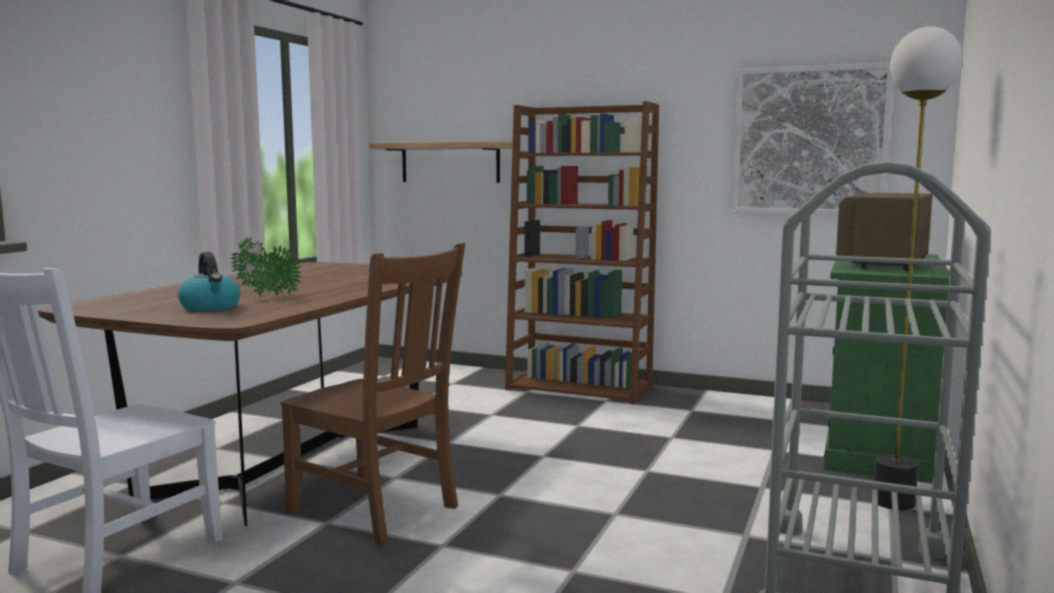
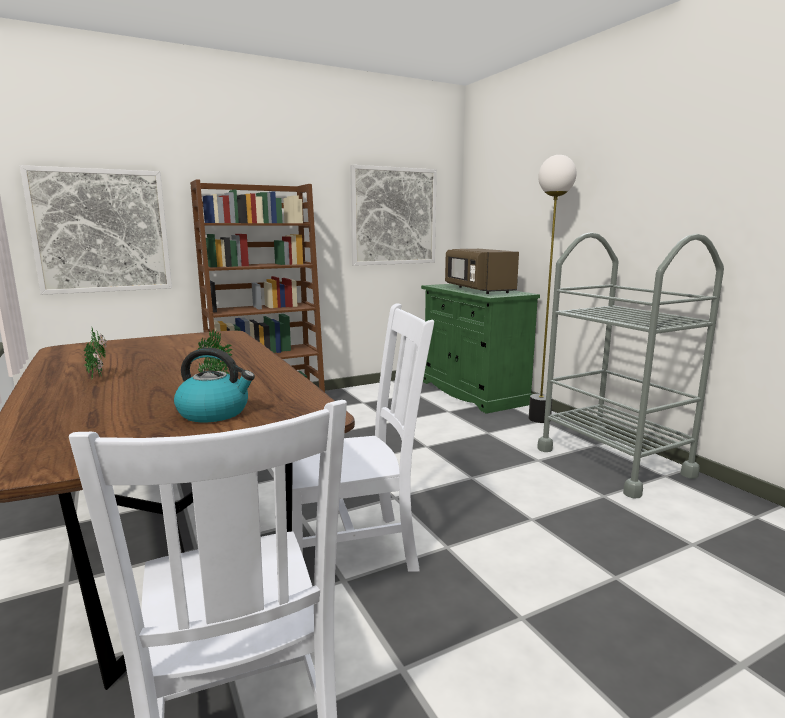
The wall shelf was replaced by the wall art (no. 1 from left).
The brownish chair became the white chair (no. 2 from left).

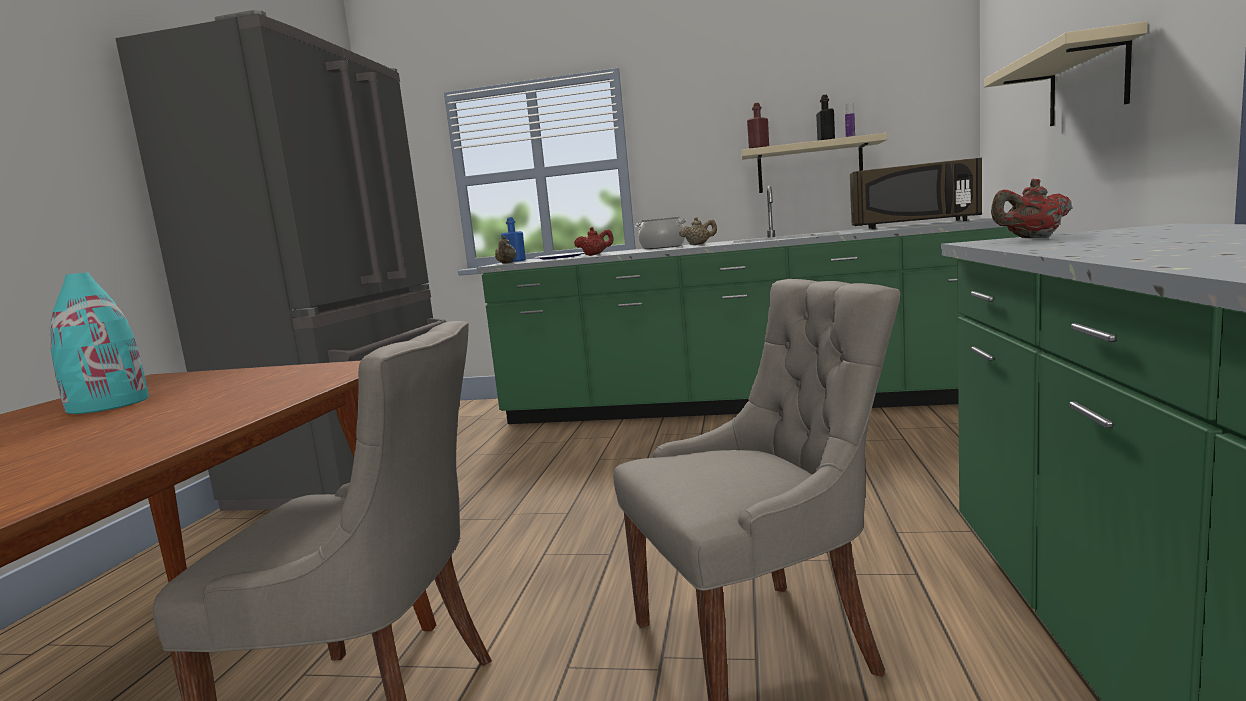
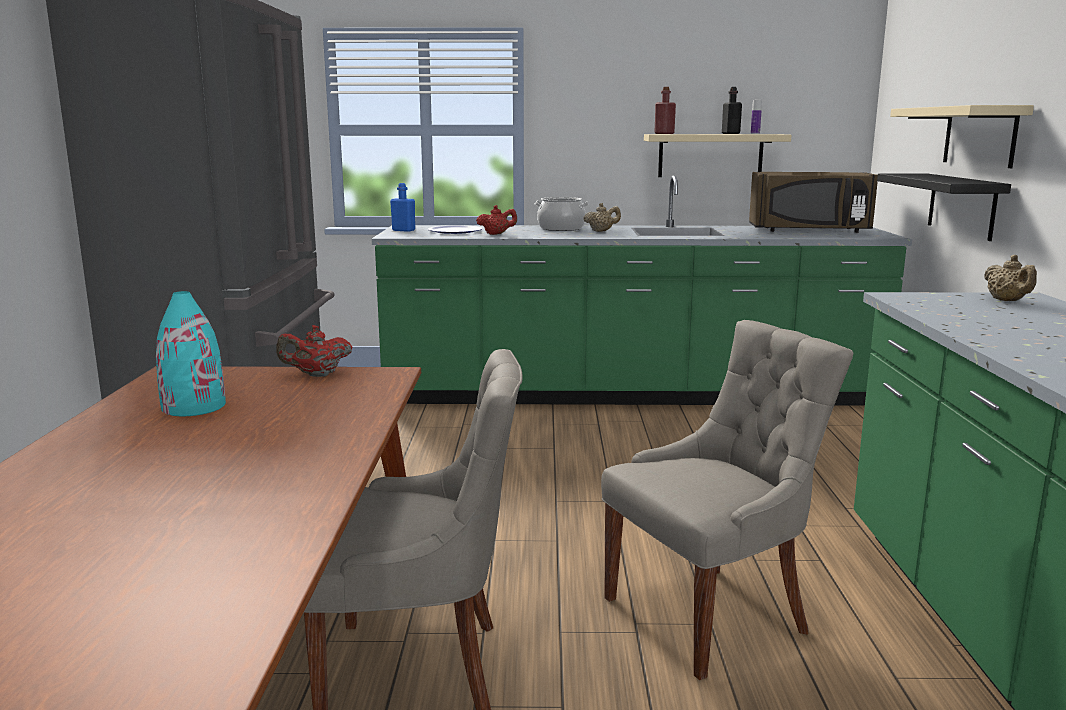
The red tea pot (no. 2 from left in the first image) moved.
The beige tea pot (no. 1 from left in the first image) moved.
The blackish wall shelf appeared.

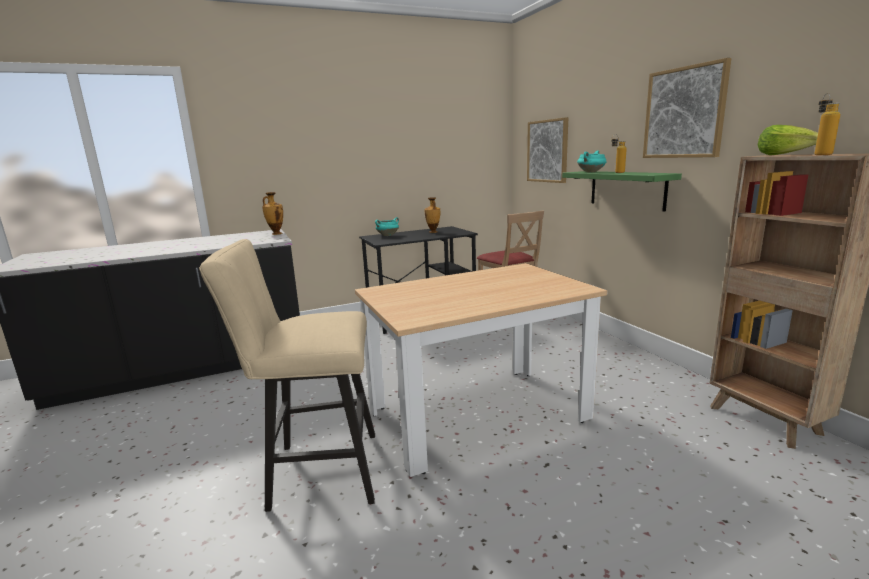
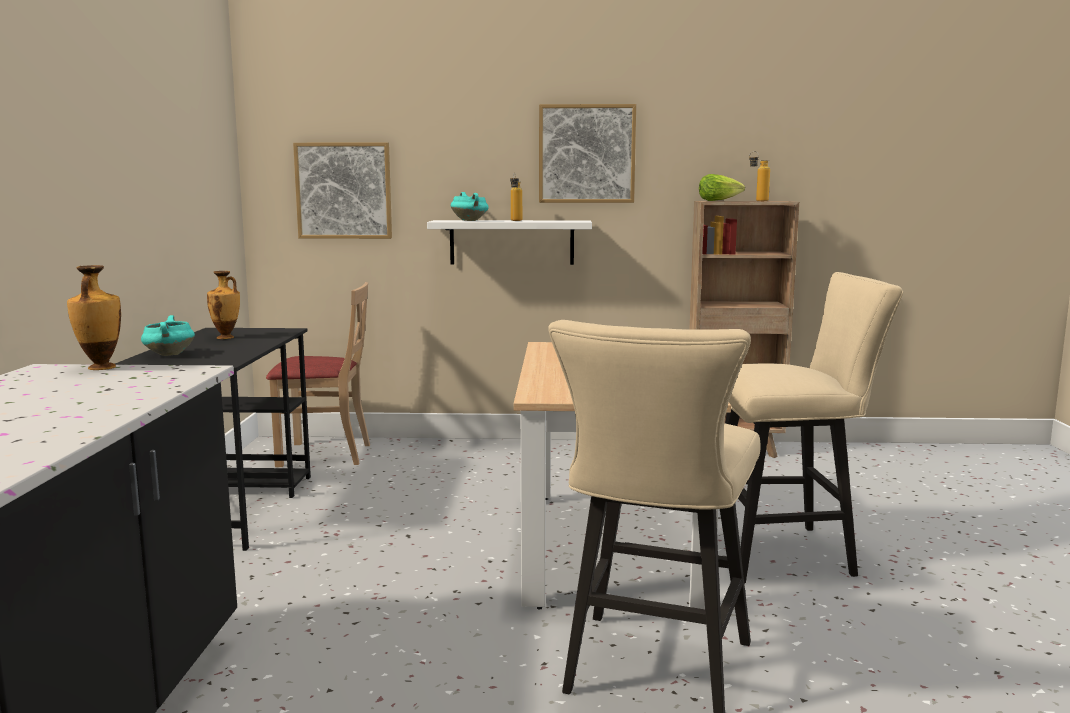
The green-coloured wall shelf became the white wall shelf.
The beige stool seat (no. 2 from left) appeared.

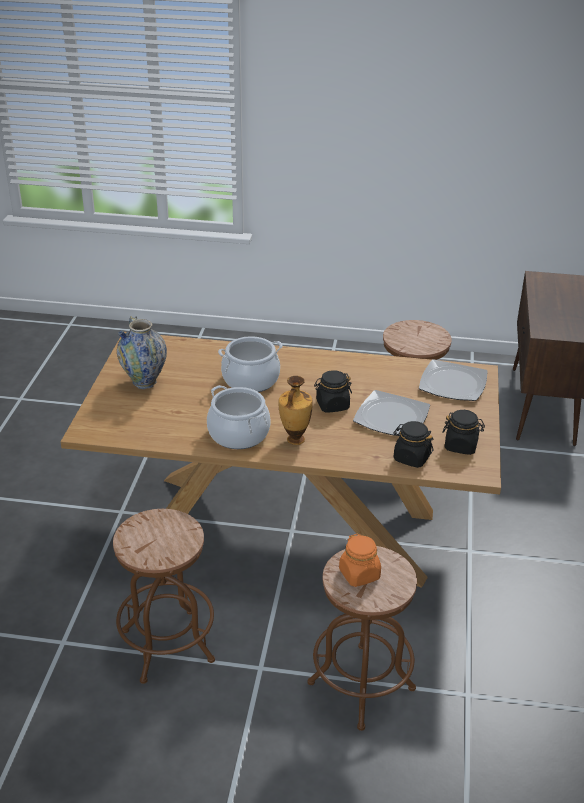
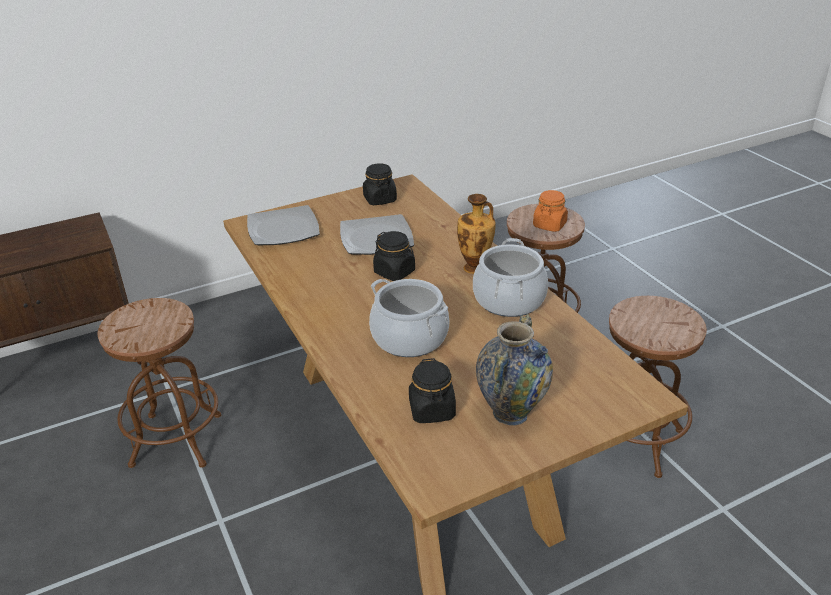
The blackish preserve jar (no. 2 from left in the first image) moved.

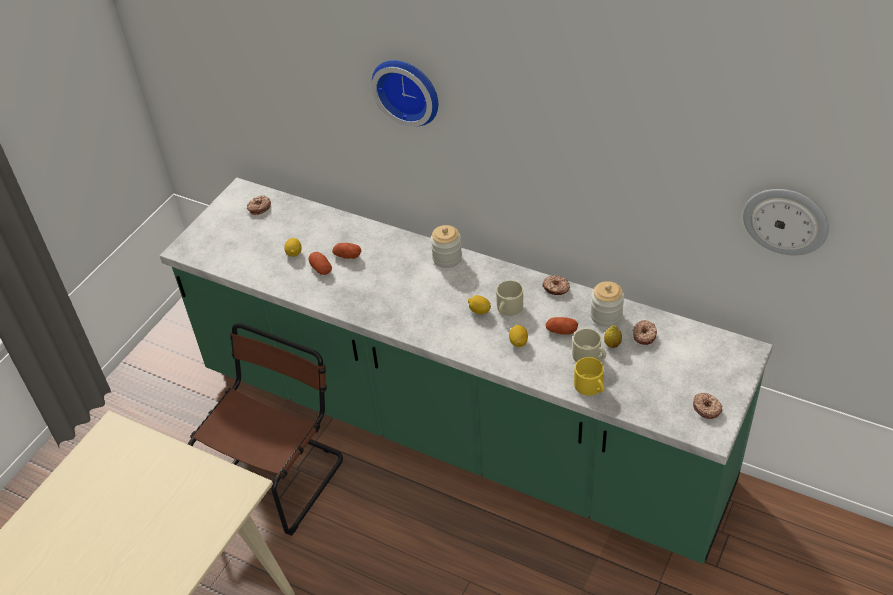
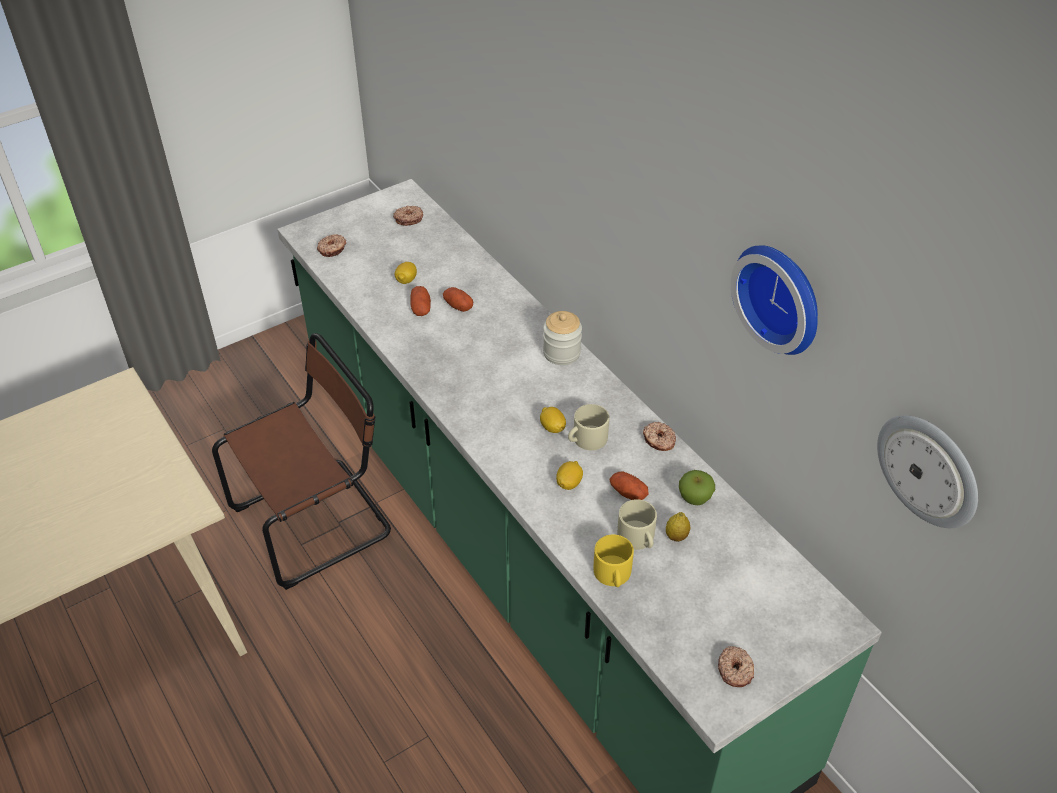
The wall clock (no. 1 from left) moved.
The preserve jar (no. 2 from left) was replaced by the whole apple.
The donut (no. 3 from left in the first image) moved.

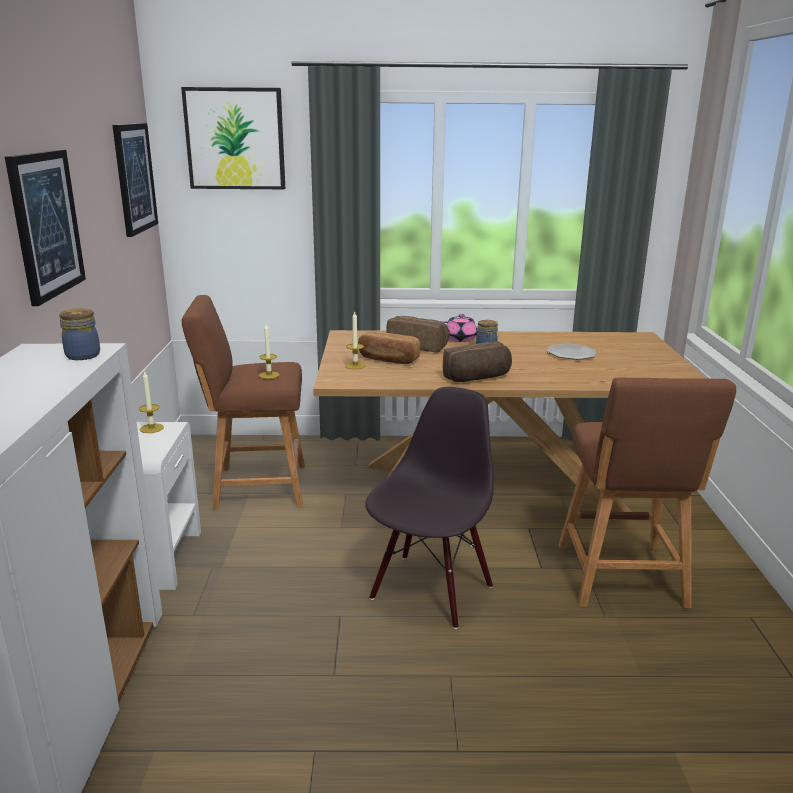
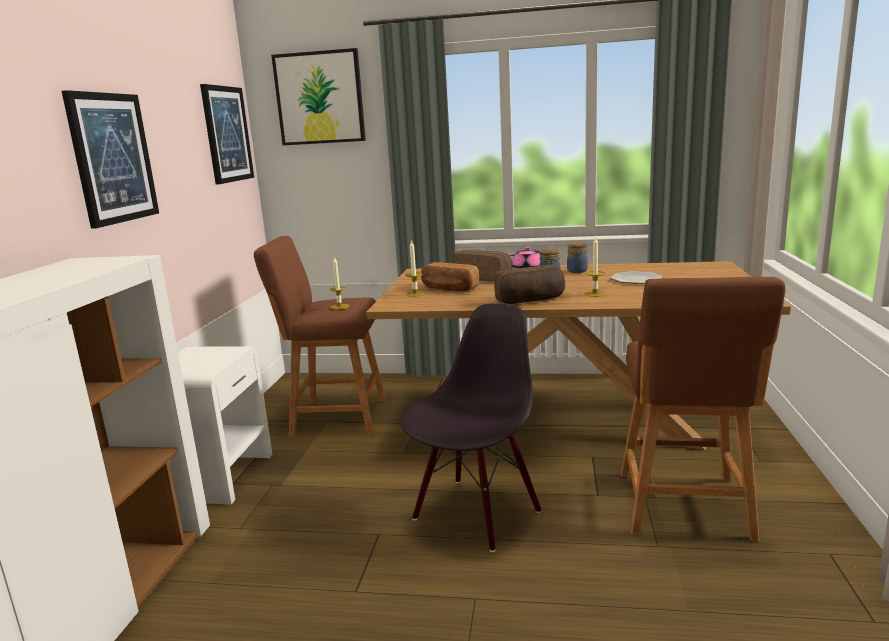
The preserve jar (no. 1 from left in the first image) moved.
The wax light (no. 1 from left in the first image) moved.

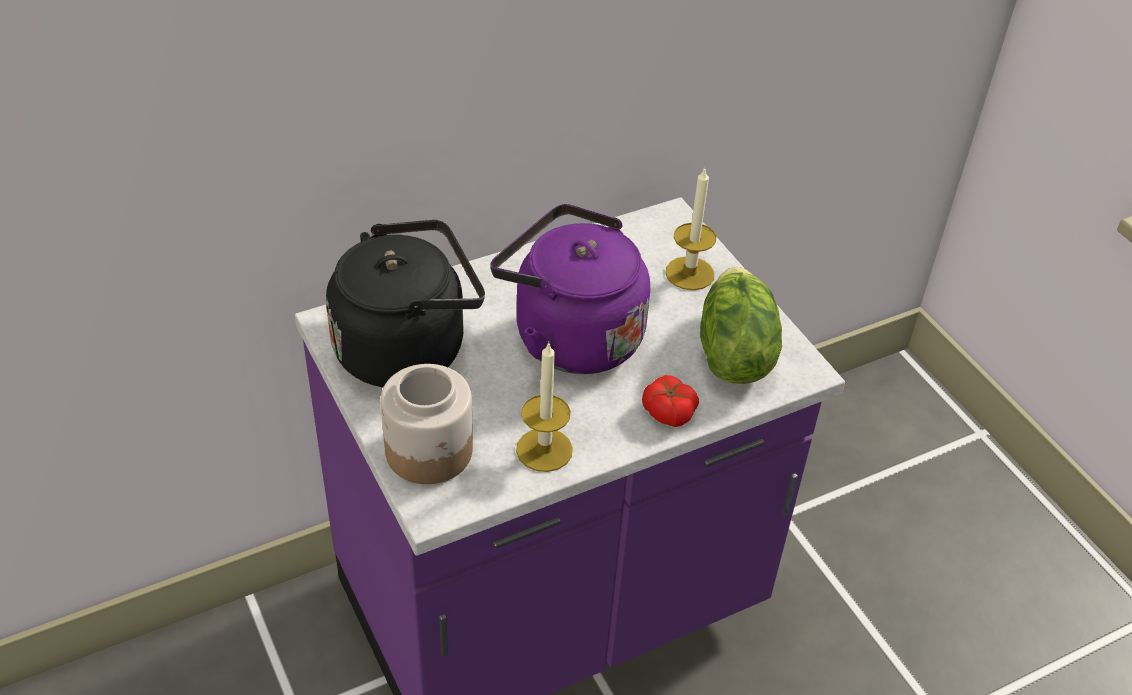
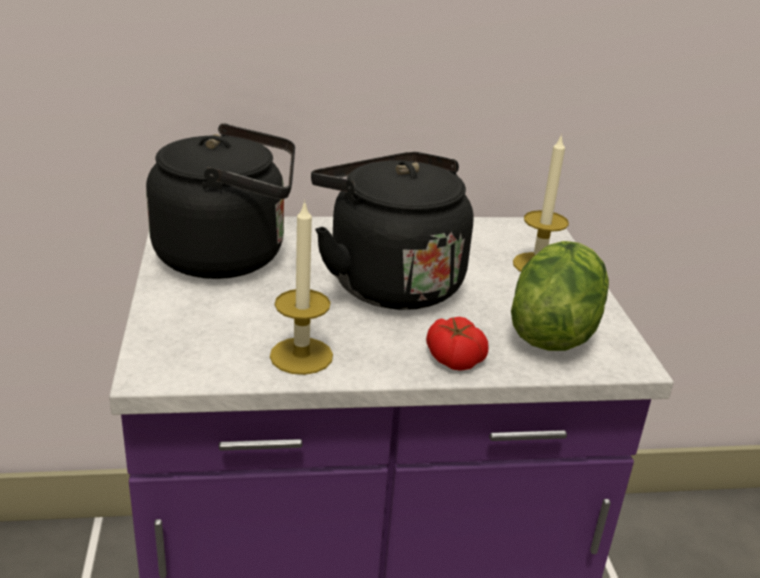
The purple-coloured water kettle became the blackish water kettle (no. 2 from left).
The preserve jar disappeared.

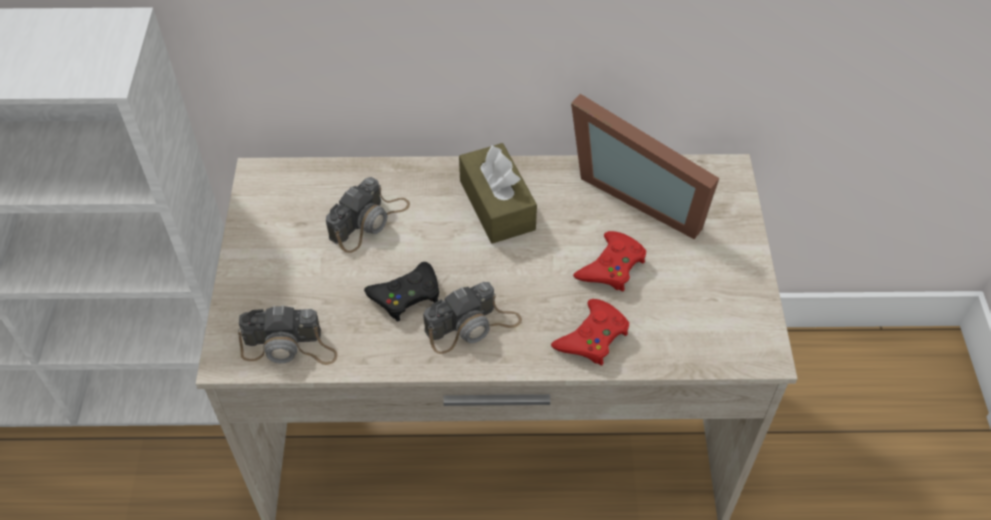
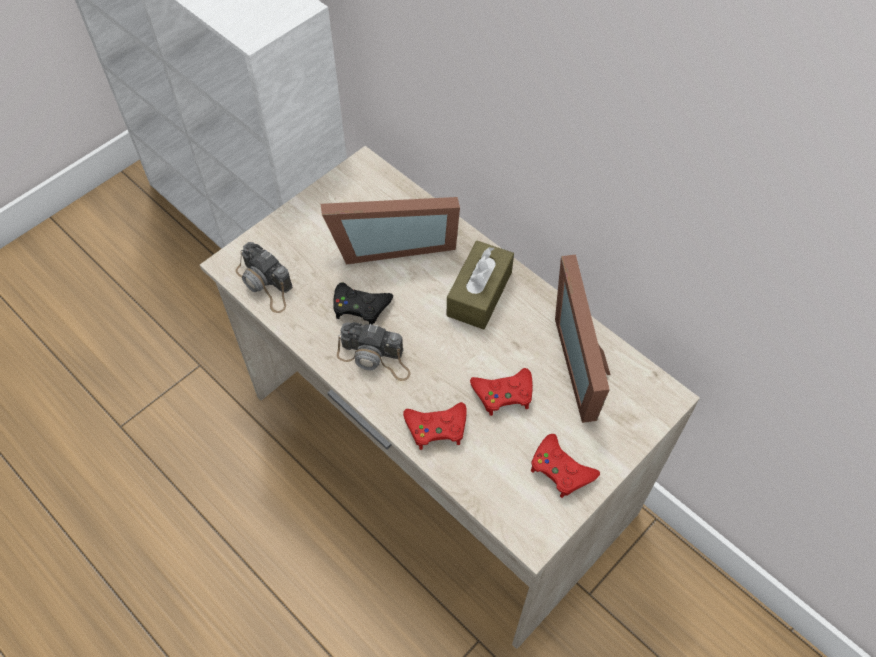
The still camera (no. 2 from left) was replaced by the standing frame (no. 1 from left).
The red joypad (no. 3 from left) appeared.

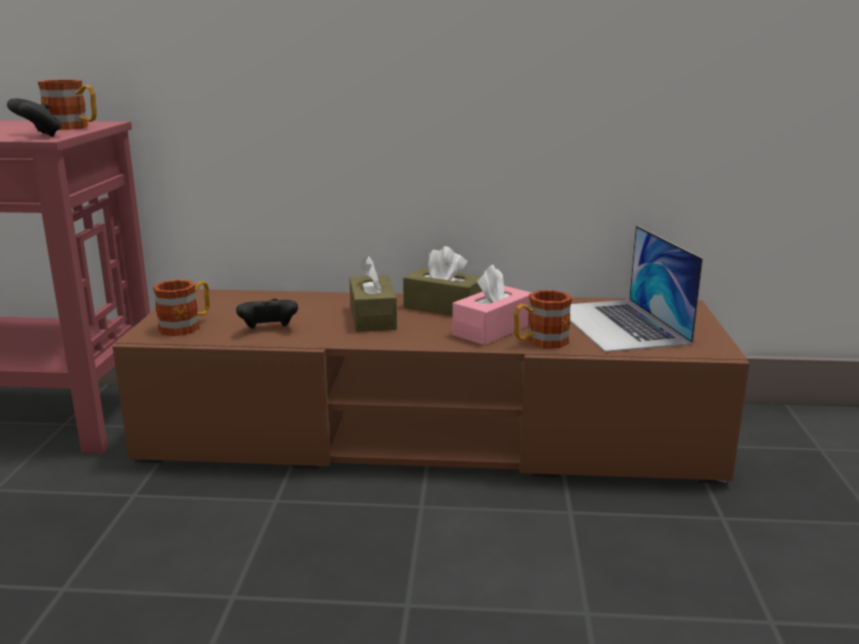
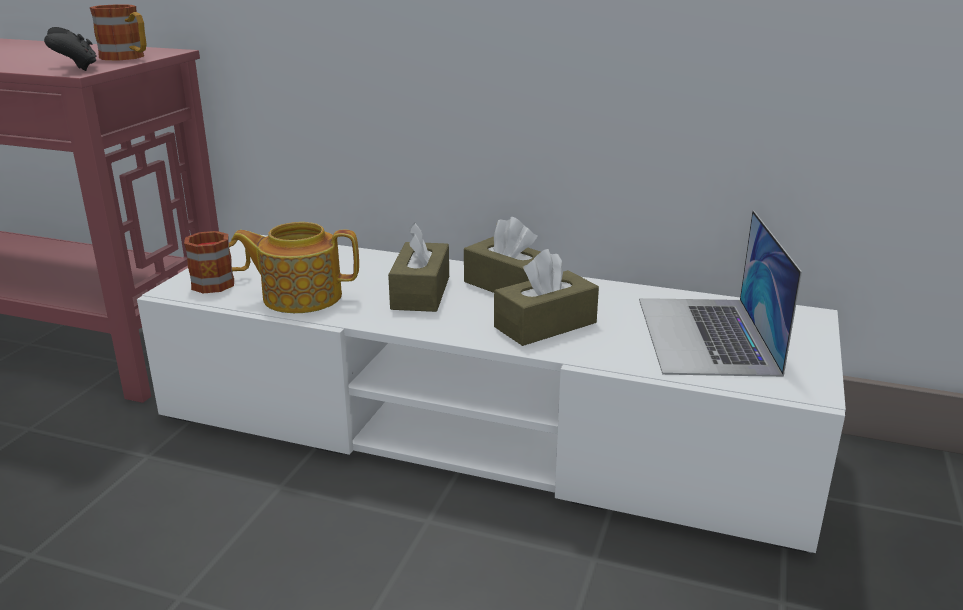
The pink tissue holder became the brownish tissue holder (no. 3 from left).
The brownish tv unit became the white tv unit.
The tea mug (no. 3 from left) disappeared.
The blackish joypad (no. 2 from left) was replaced by the tea pot.

